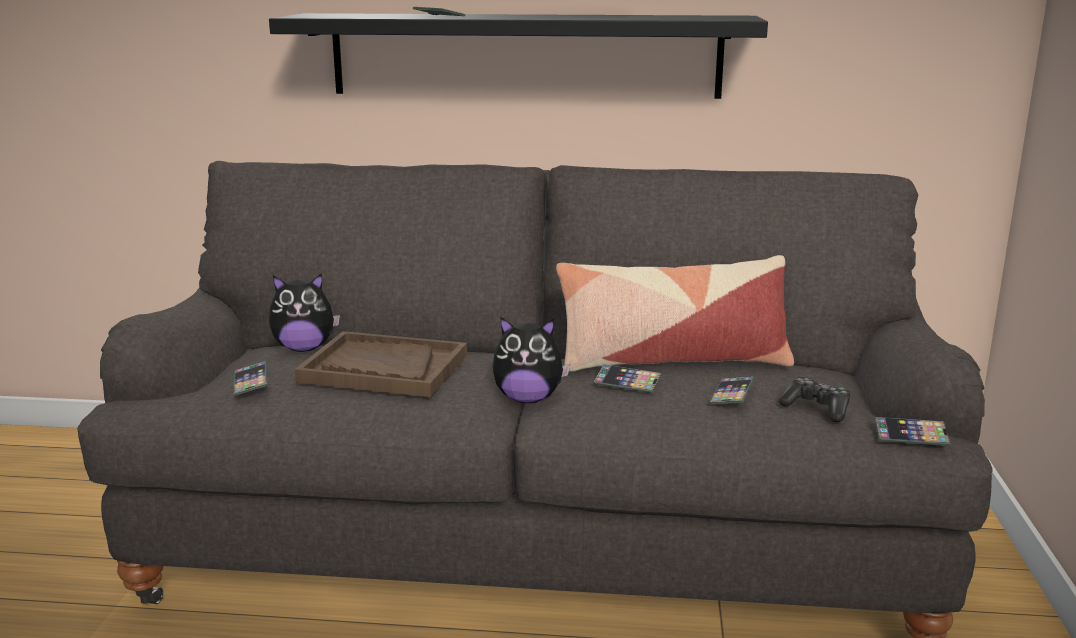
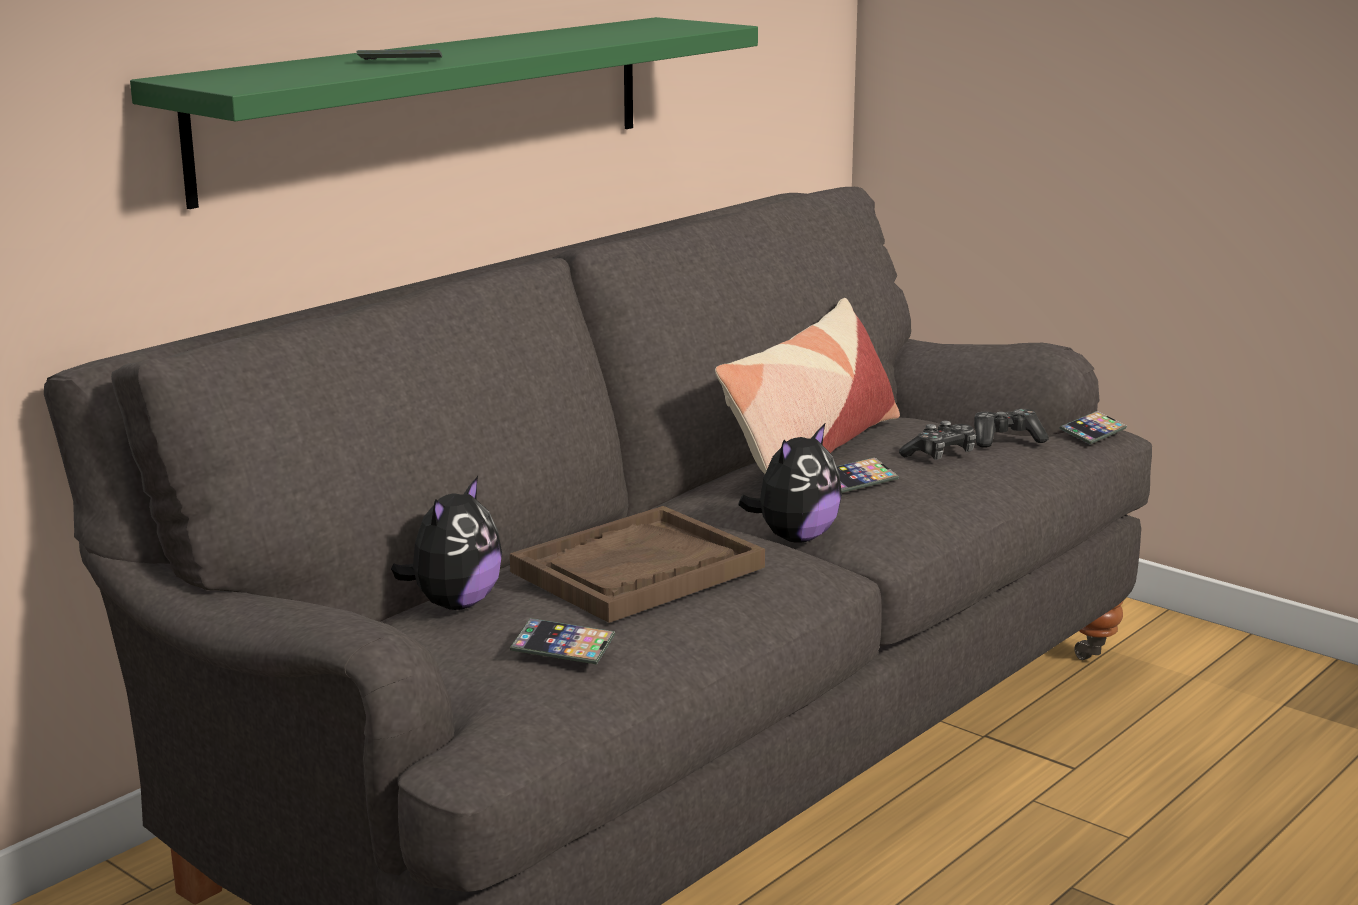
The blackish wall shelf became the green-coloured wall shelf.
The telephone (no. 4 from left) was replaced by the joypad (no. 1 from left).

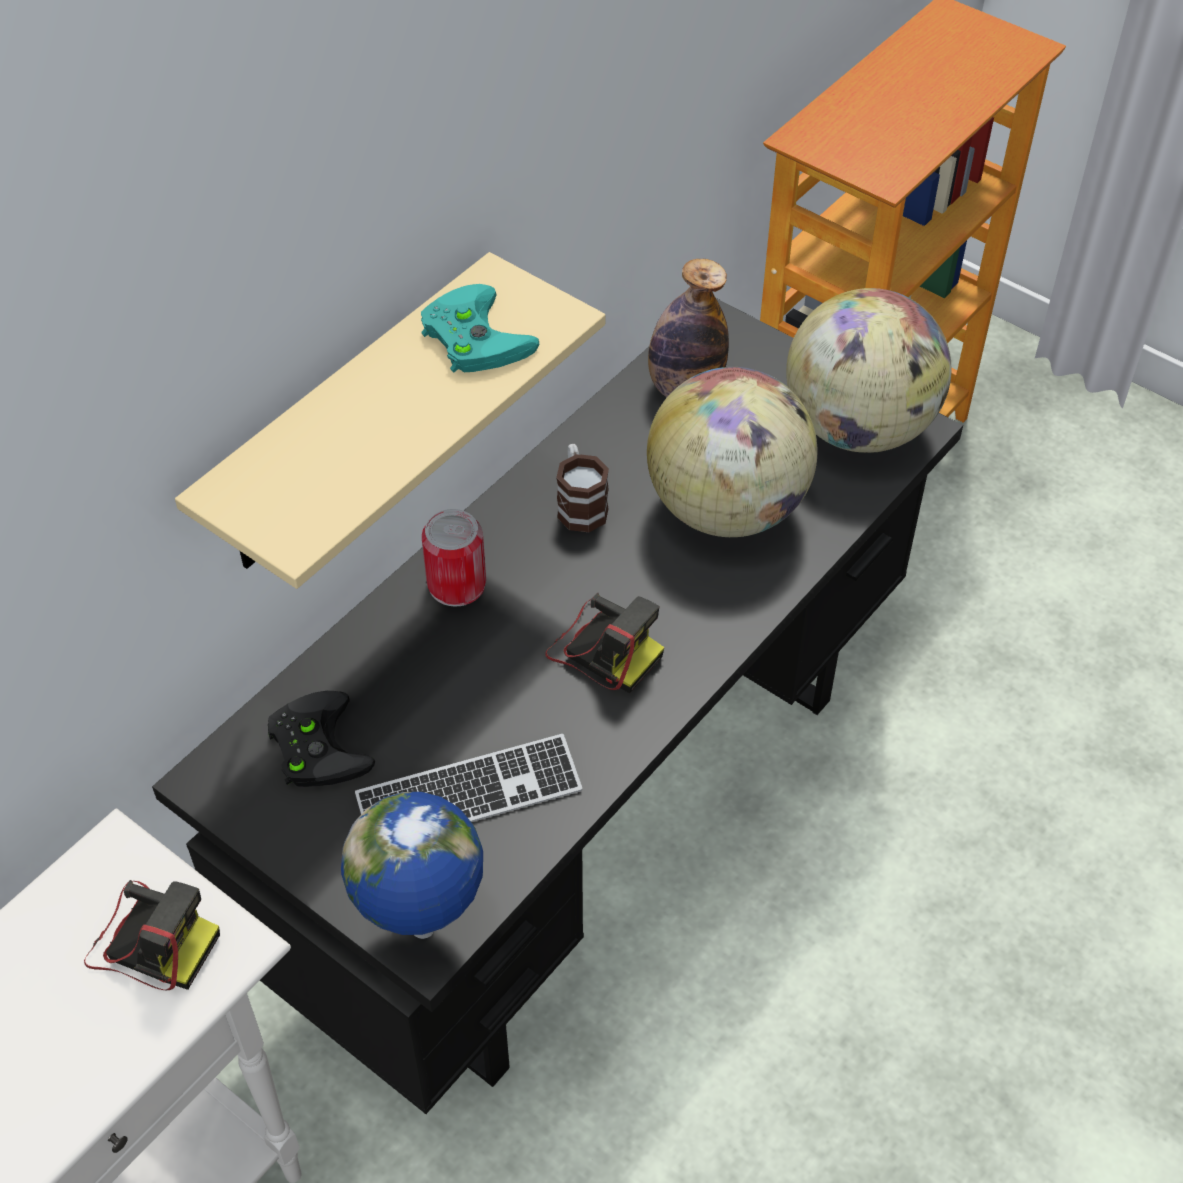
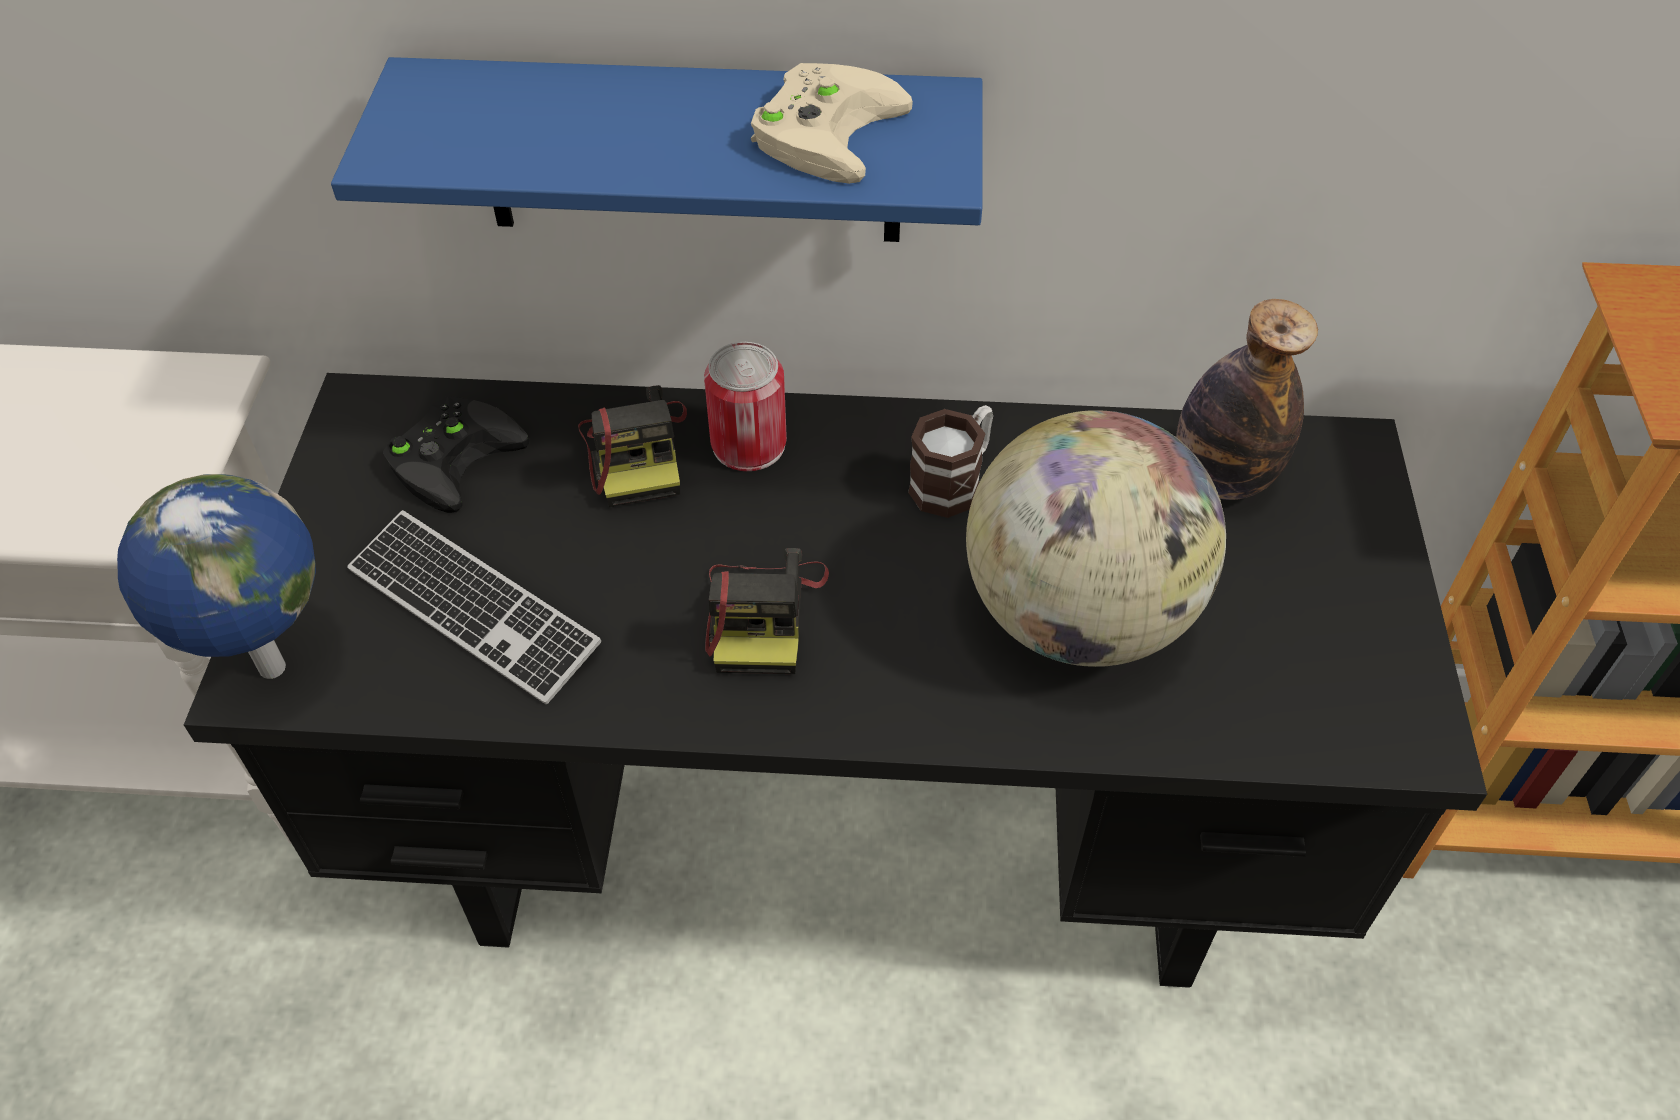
The beige wall shelf became the blue wall shelf.
The turquoise-coloured joypad became the beige joypad.
The world globe (no. 3 from left) disappeared.
The still camera (no. 1 from left) moved.

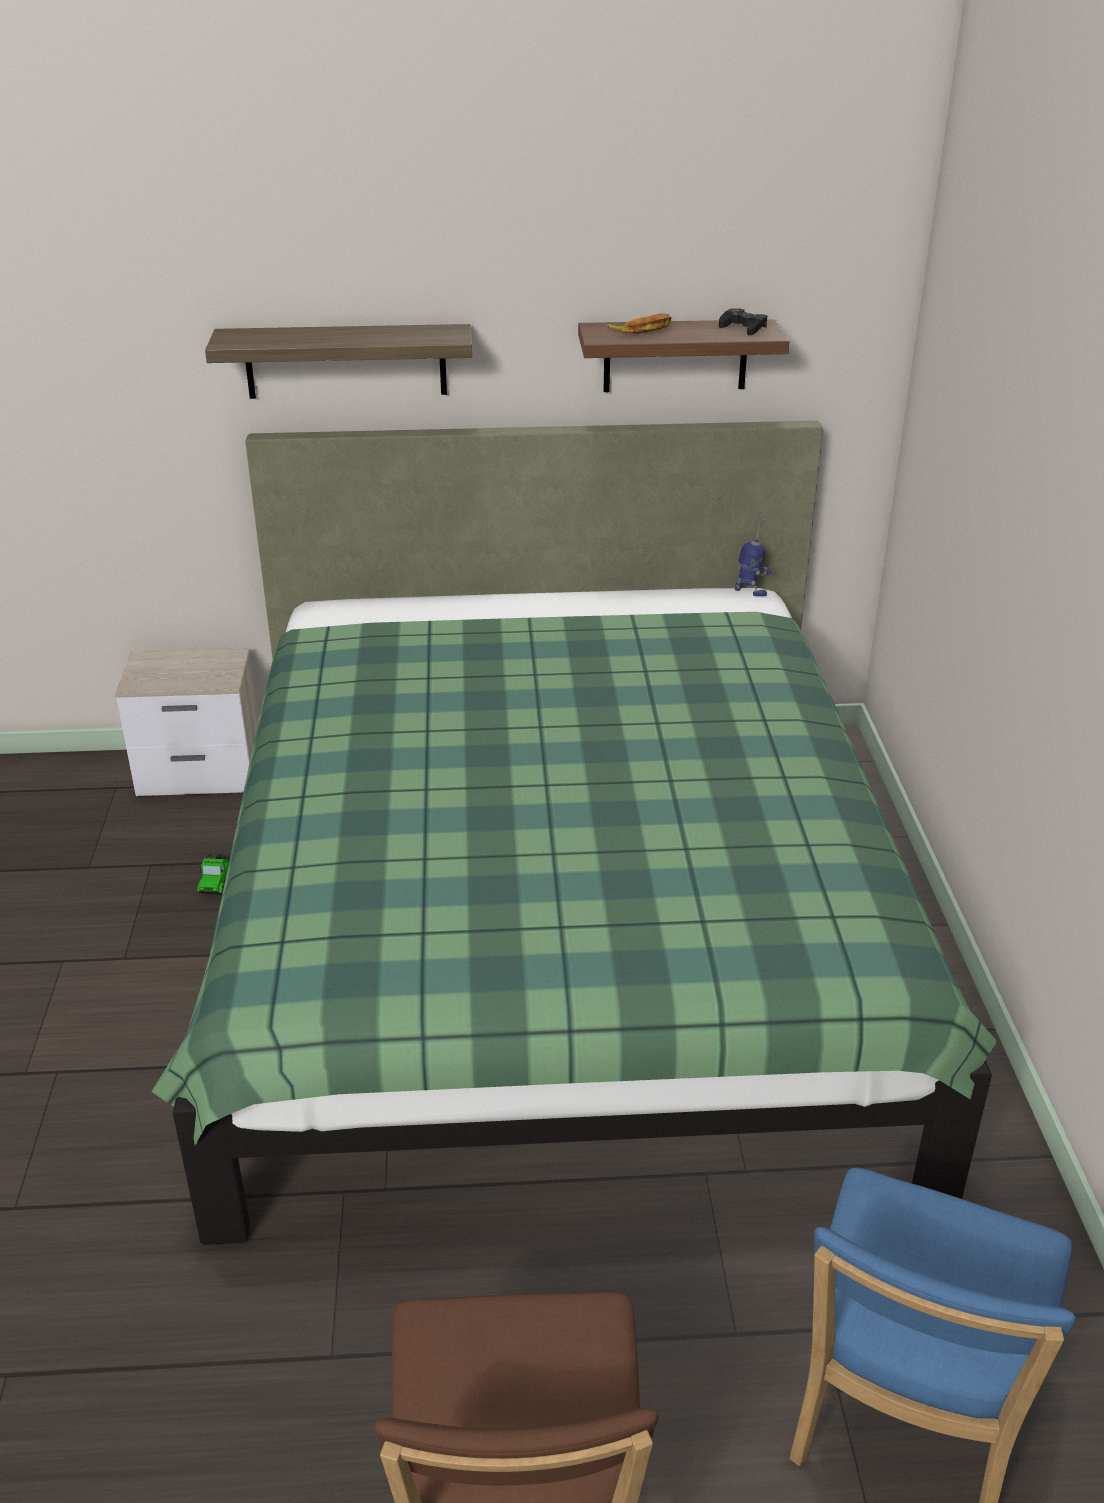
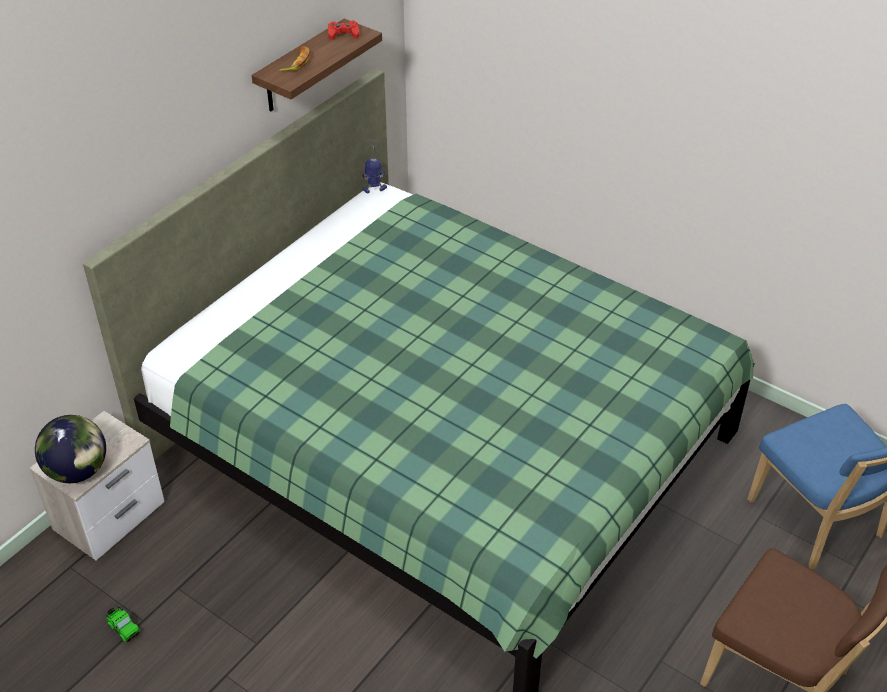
The blackish joypad became the red joypad.
The wall shelf (no. 1 from left) disappeared.
The model car moved.
The world globe appeared.

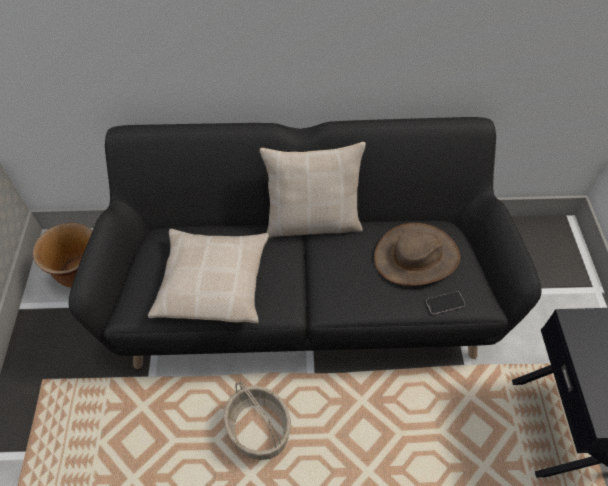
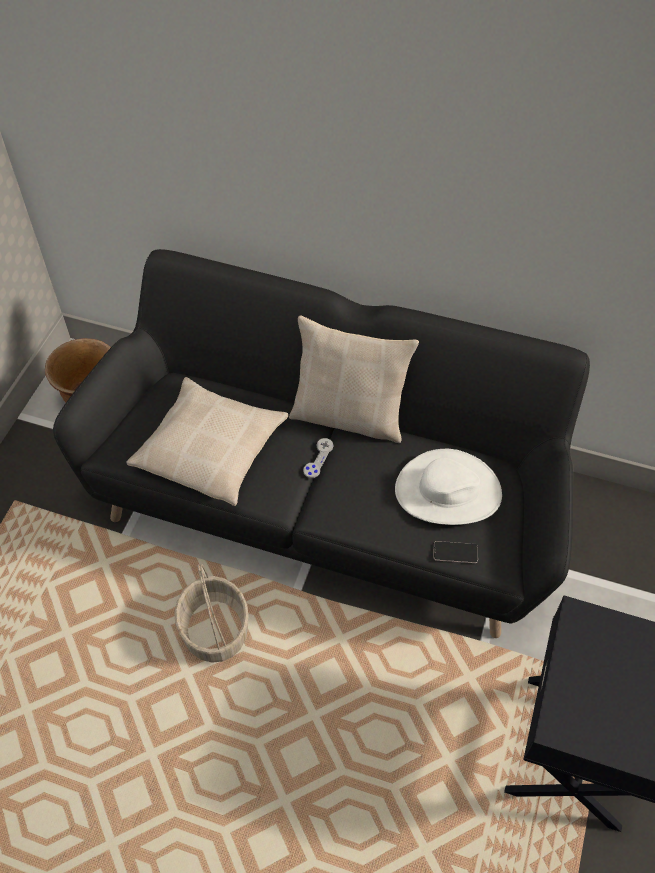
The brownish clothing hat became the white clothing hat.
The gray joypad appeared.

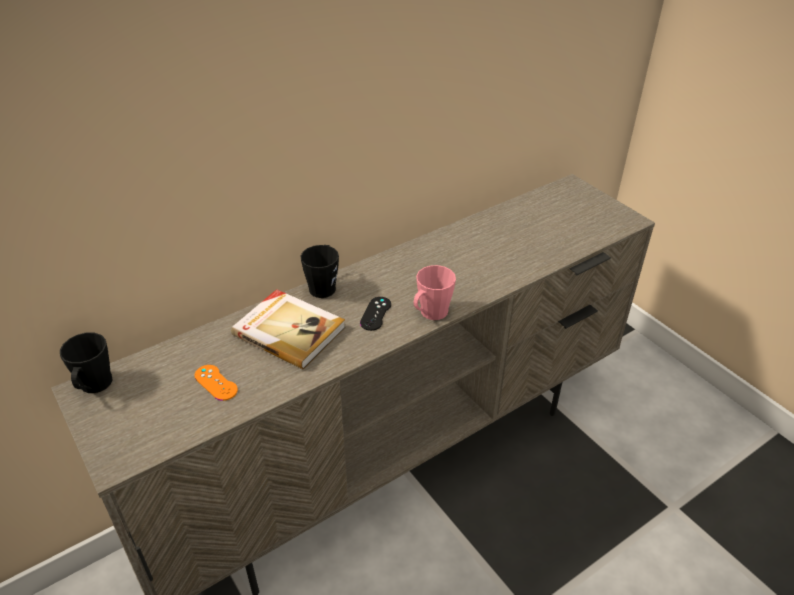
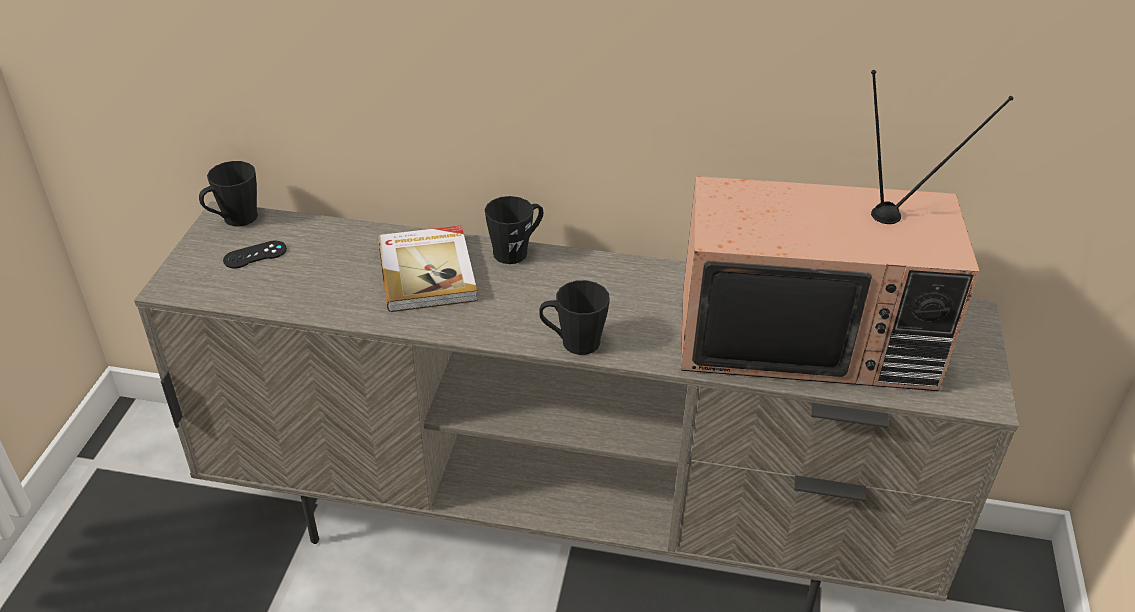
The pink tea mug became the blackish tea mug (no. 3 from left).
The blackish joypad moved.
The orangey joypad disappeared.
The television appeared.

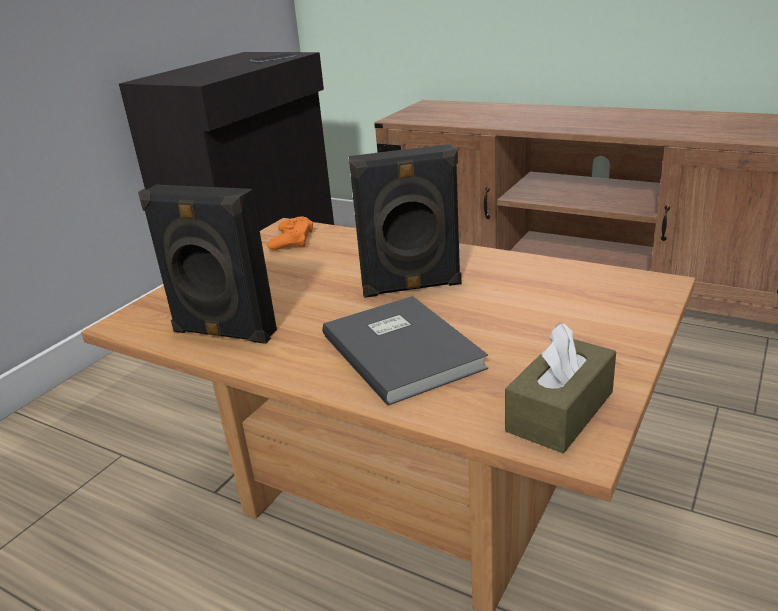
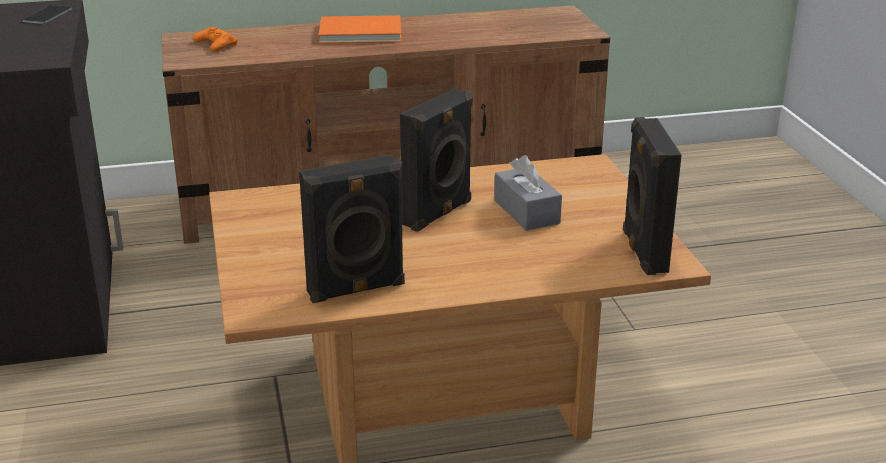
The orangey joypad moved.
The gray bound book disappeared.
The brownish tissue holder was replaced by the blackish speaker (no. 3 from left).
The orangey bound book appeared.
The gray tissue holder appeared.

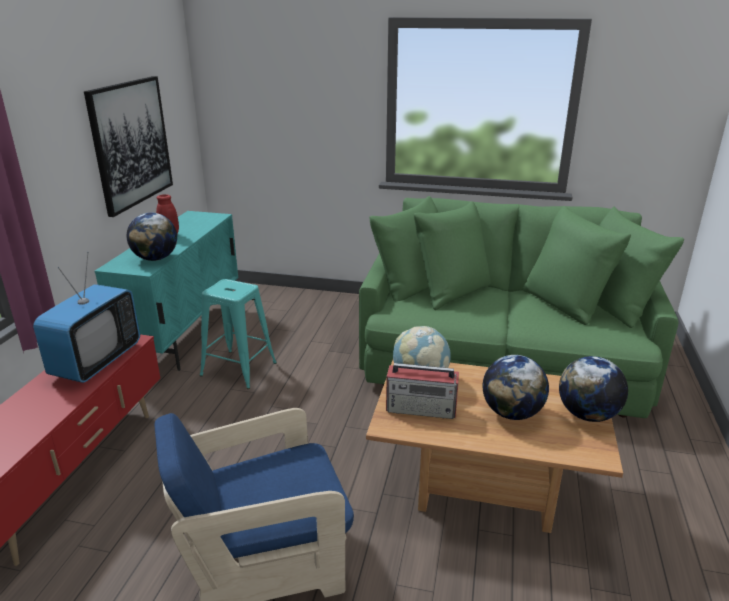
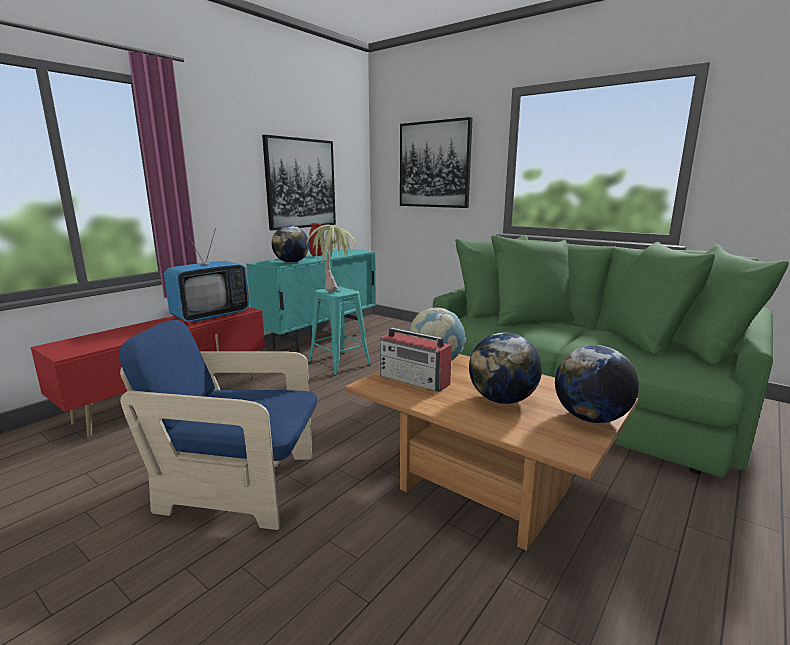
The wall art (no. 2 from left) appeared.
The plant in a pot appeared.

